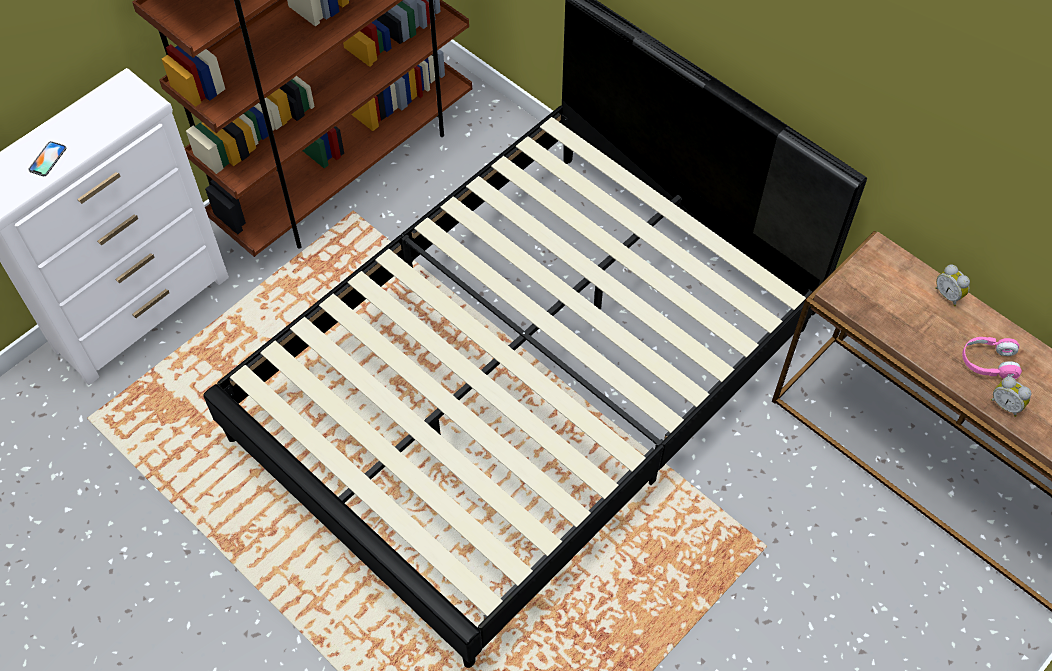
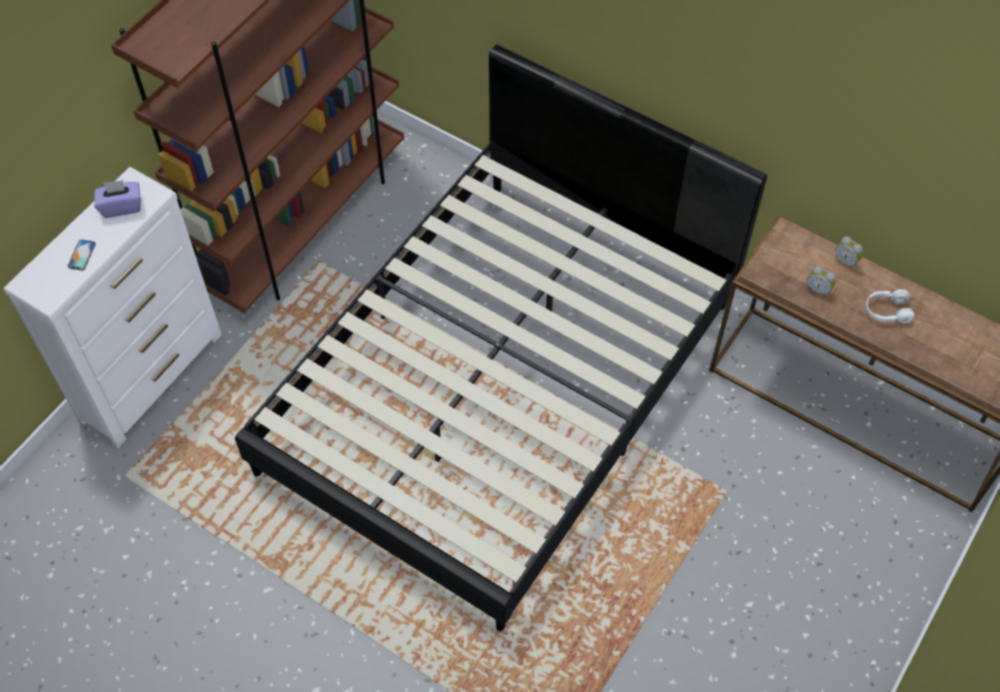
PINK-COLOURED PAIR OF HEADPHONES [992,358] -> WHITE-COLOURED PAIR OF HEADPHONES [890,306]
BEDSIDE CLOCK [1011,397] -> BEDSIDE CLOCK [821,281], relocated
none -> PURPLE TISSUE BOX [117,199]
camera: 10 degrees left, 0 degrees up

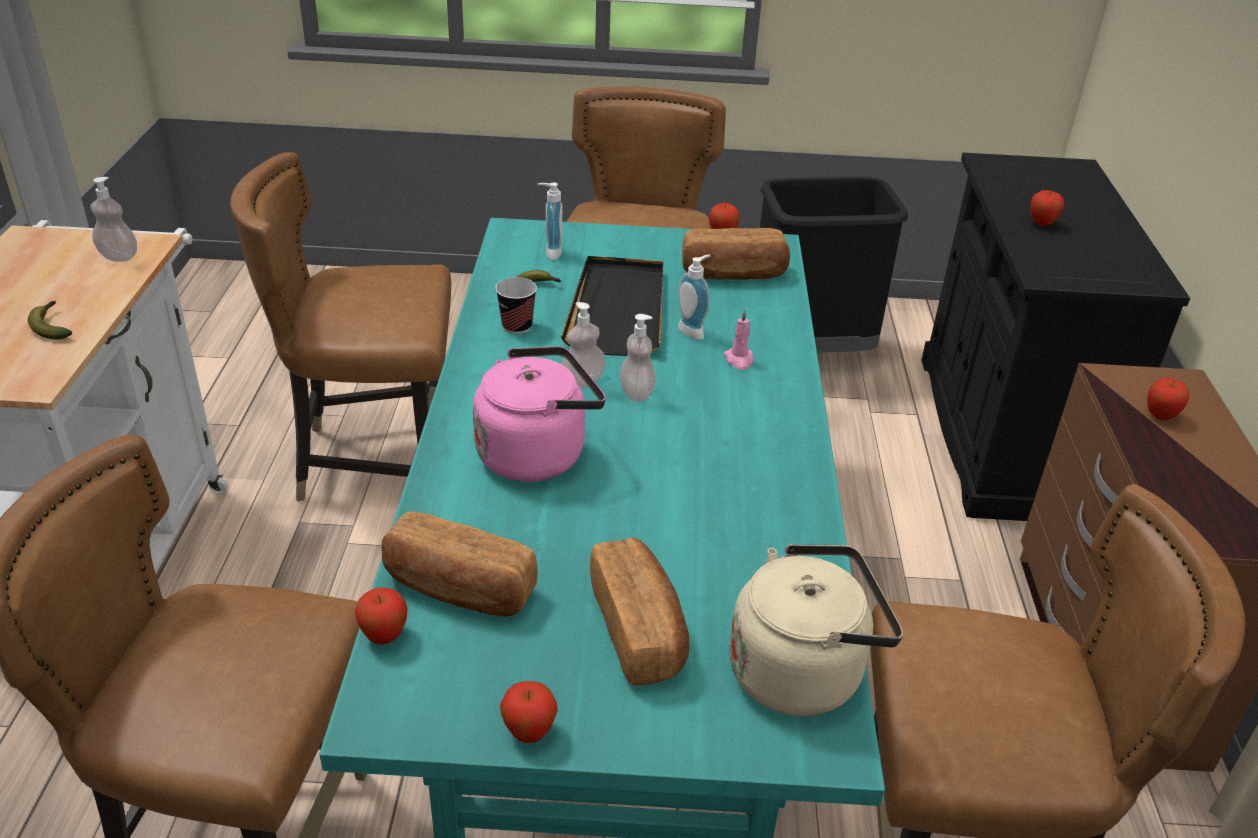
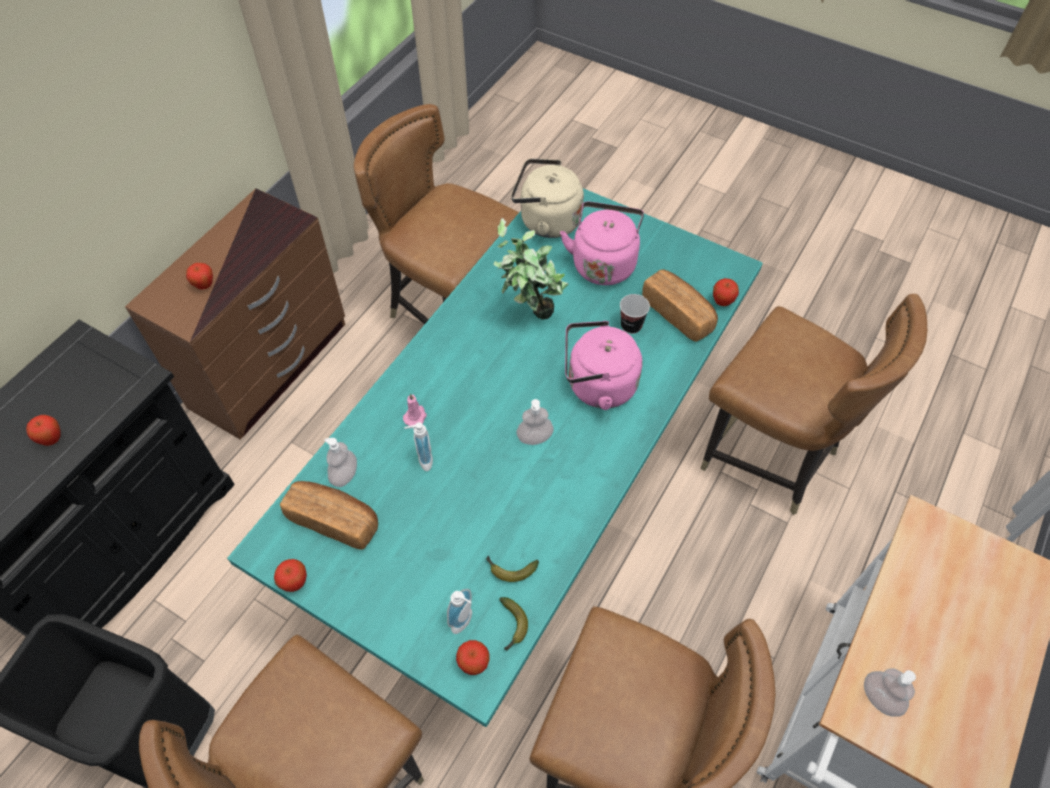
WHOLE BANANA [50,320] -> WHOLE BANANA [514,624], relocated
CUP [516,305] -> CUP [635,314], relocated
WHOLE APPLE [529,712] -> WHOLE APPLE [472,657], relocated
BLACKISH SERVING TRAY [612,306] -> none
BAKERY BREAD [640,611] -> PINK-COLOURED WATER KETTLE [602,243]
SOAP BOTTLE [638,358] -> SOAP BOTTLE [340,462], relocated
none -> POTTED PLANT [531,269]
camera: 150 degrees left, 20 degrees up

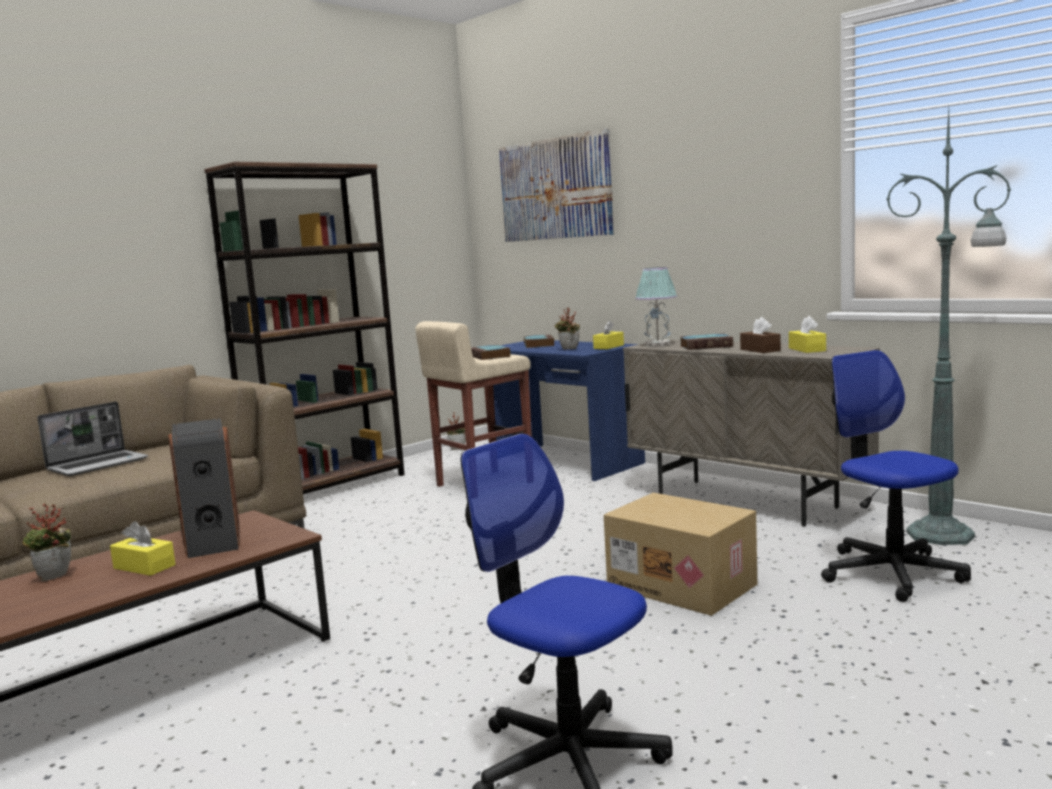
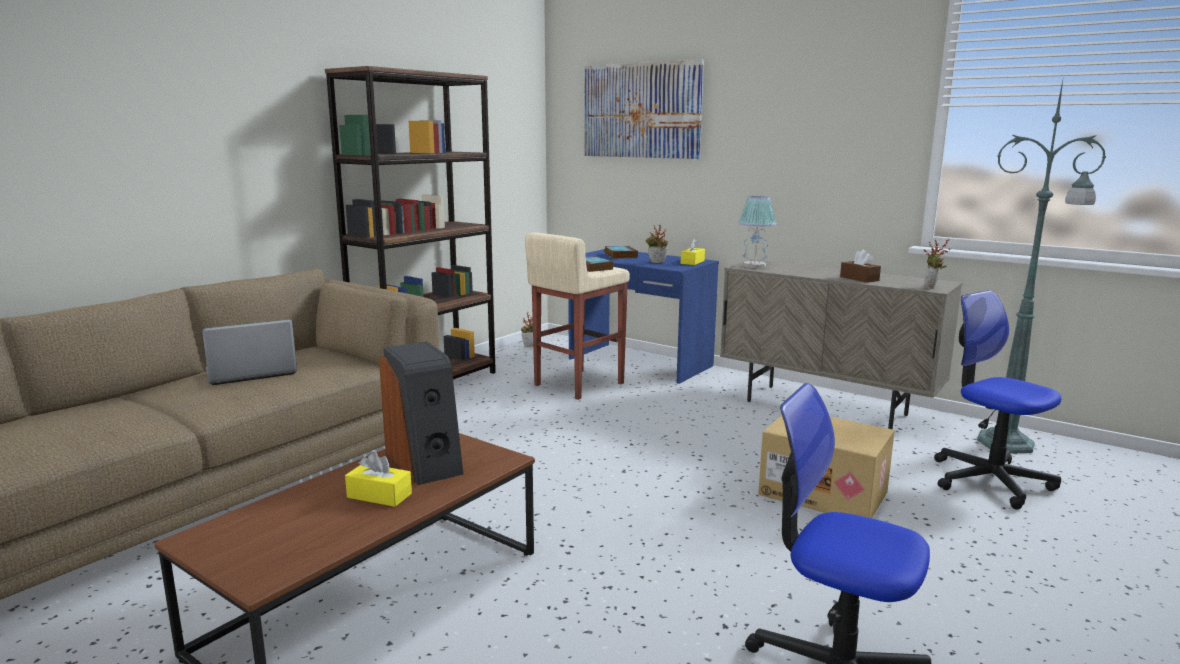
POTTED PLANT [46,542] -> POTTED PLANT [937,264], relocated
LAPTOP [92,439] -> LAPTOP [249,352], 150 degrees counterclockwise
VOLUME [706,341] -> none
YELLOW-COLOURED TISSUE BOX [807,334] -> none
camera: 10 degrees left, 5 degrees up

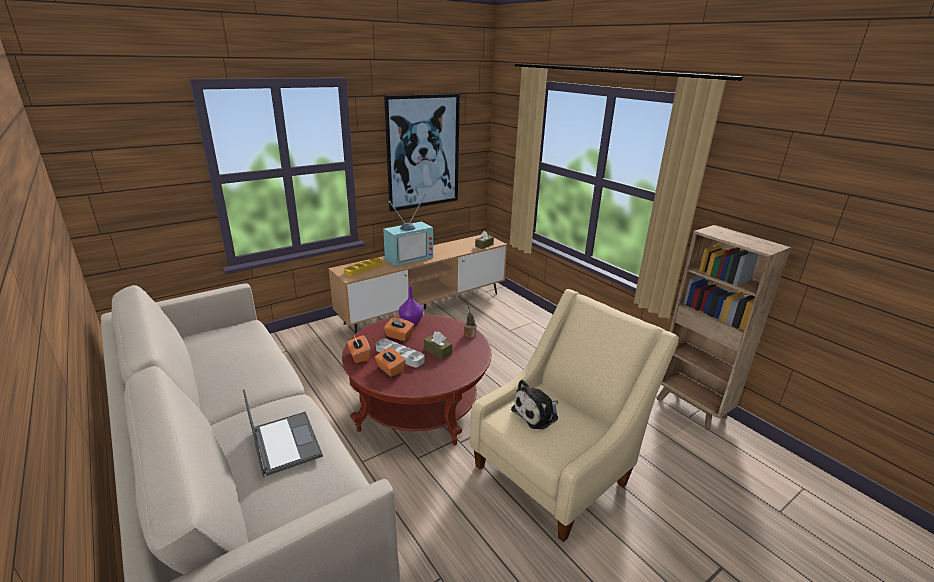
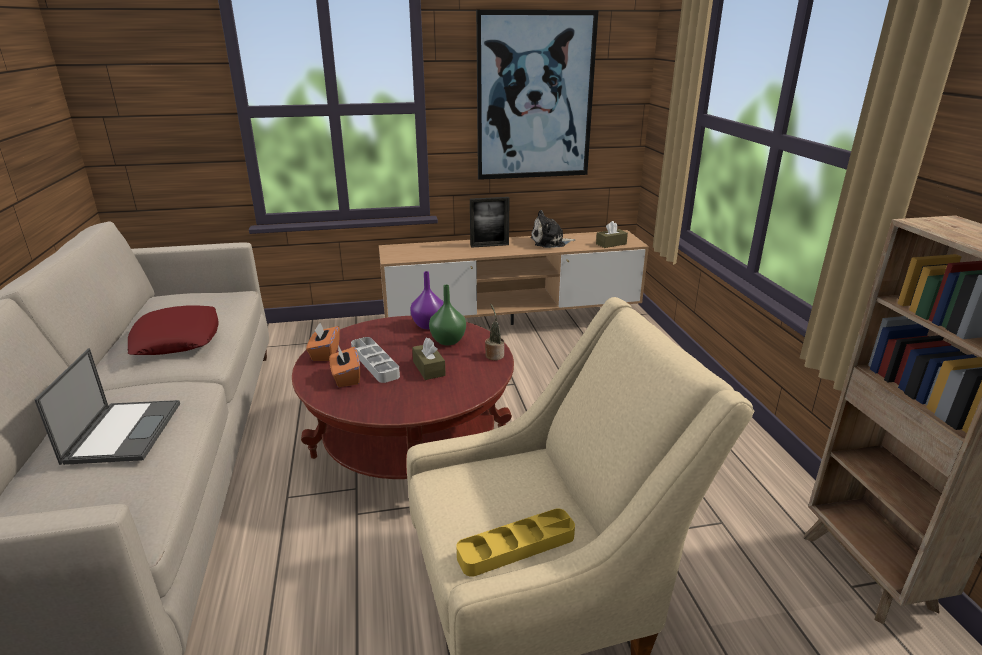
YELLOW-COLOURED SERVING TRAY [363,267] -> YELLOW-COLOURED SERVING TRAY [515,542], relocated
TV [408,230] -> PICTURE FRAME [490,222]
ORANGE TISSUE BOX [399,329] -> none
CUDDLY TOY [534,405] -> CUDDLY TOY [552,229], relocated
none -> RED-COLOURED CUSHION [173,330]
none -> GREEN VASE [447,315]
camera: 25 degrees right, 0 degrees up

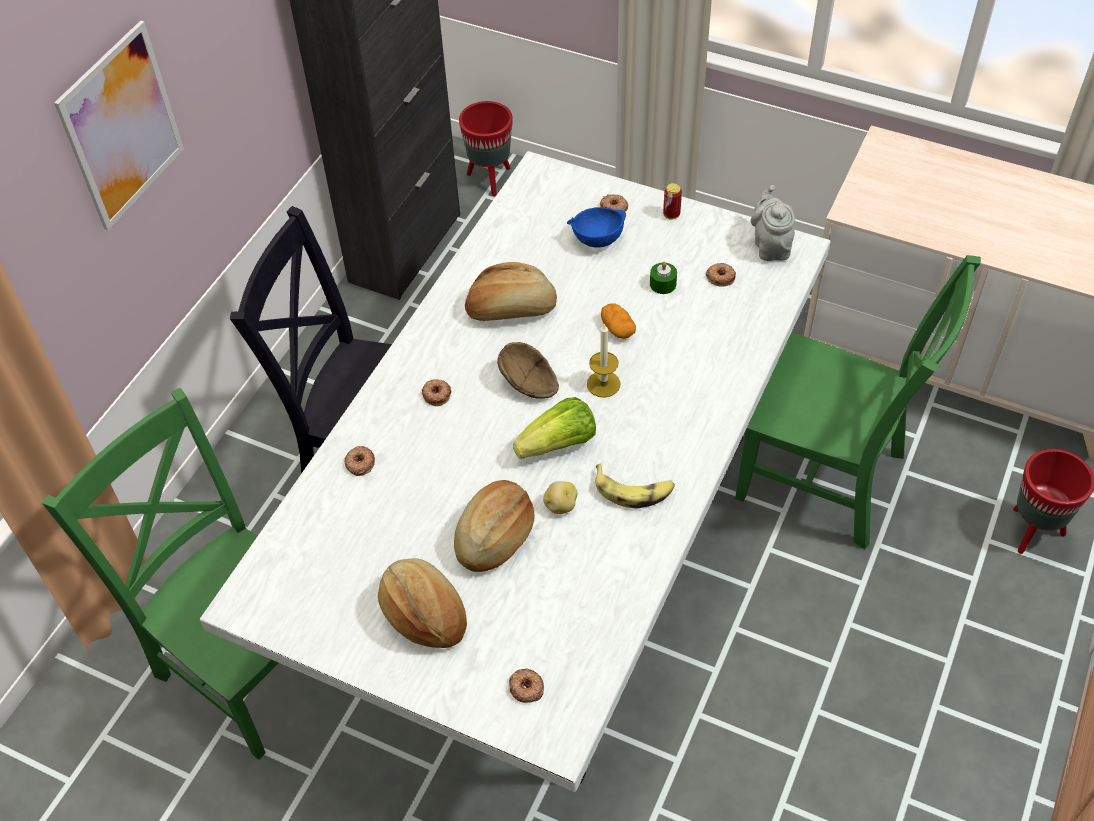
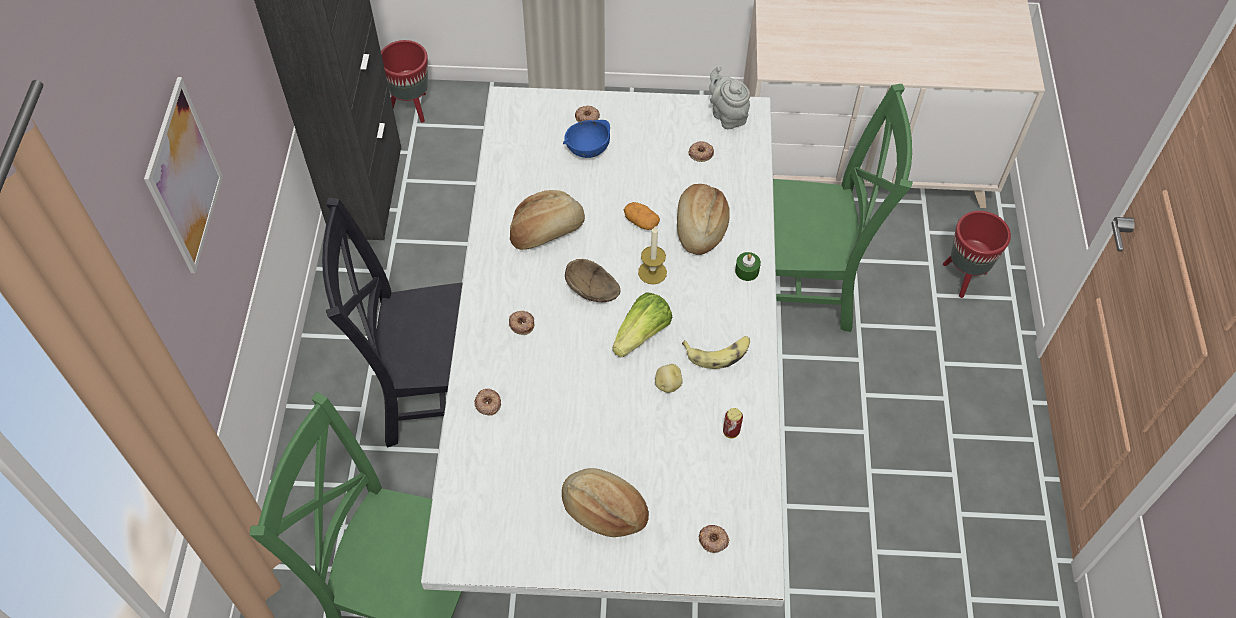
BAKERY BREAD [494,526] -> BAKERY BREAD [703,219], relocated
GREEN WAX CANDLE [663,278] -> GREEN WAX CANDLE [748,266], relocated
METAL CAN [672,201] -> METAL CAN [733,423], relocated
camera: 25 degrees left, 5 degrees up

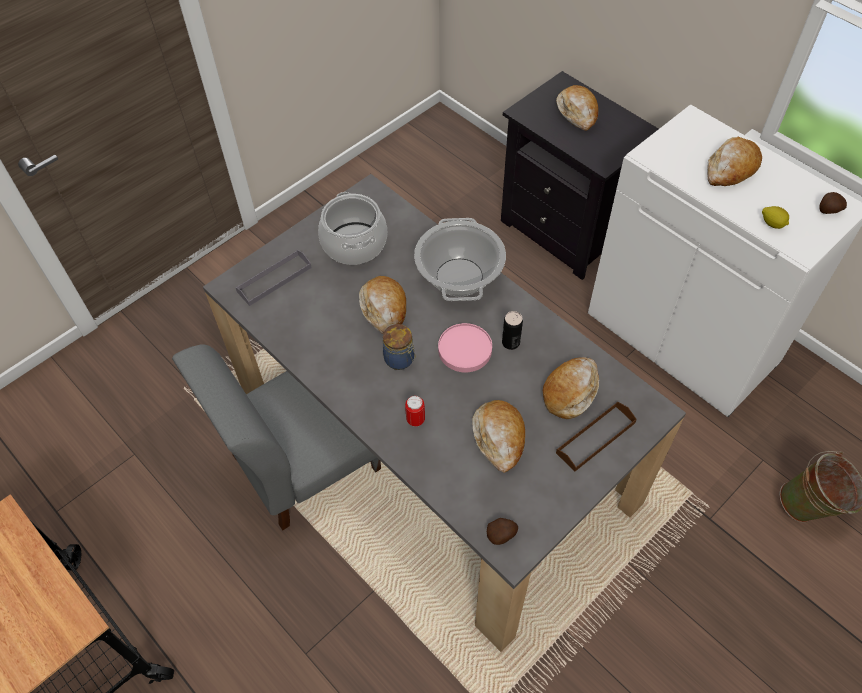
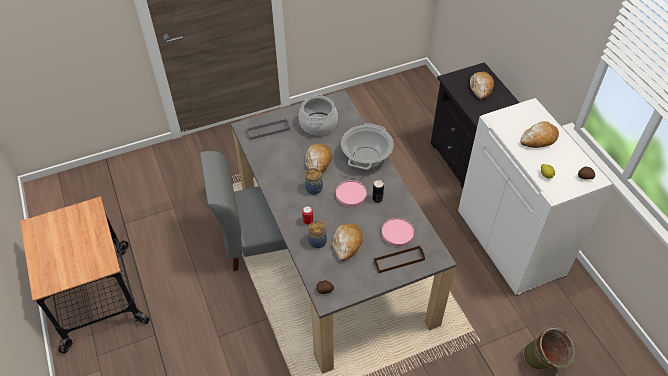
BAKERY BREAD [571,388] -> PINK-COLOURED DINNER PLATE [398,232]
none -> STORAGE JAR [317,234]
camera: 20 degrees right, 5 degrees down

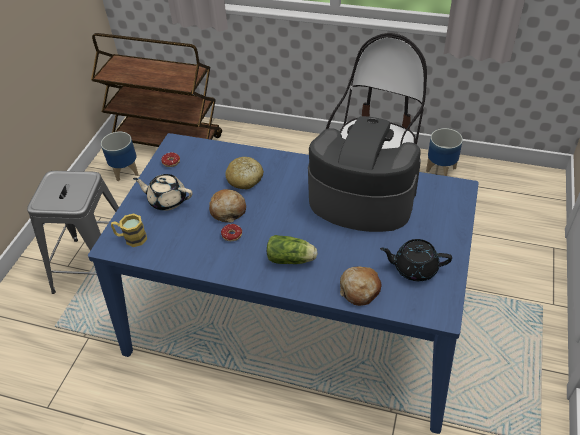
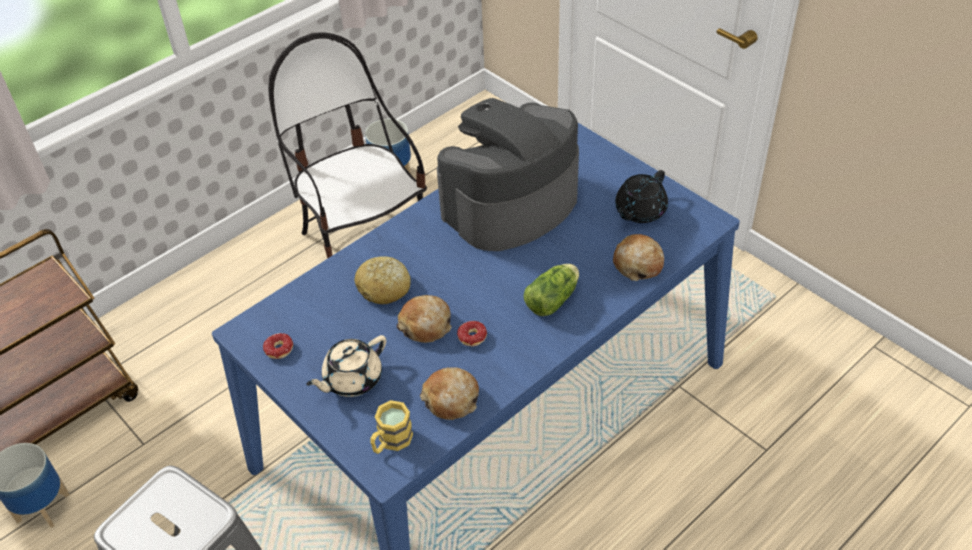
none -> BAKERY BREAD [449,393]
camera: 60 degrees left, 0 degrees up

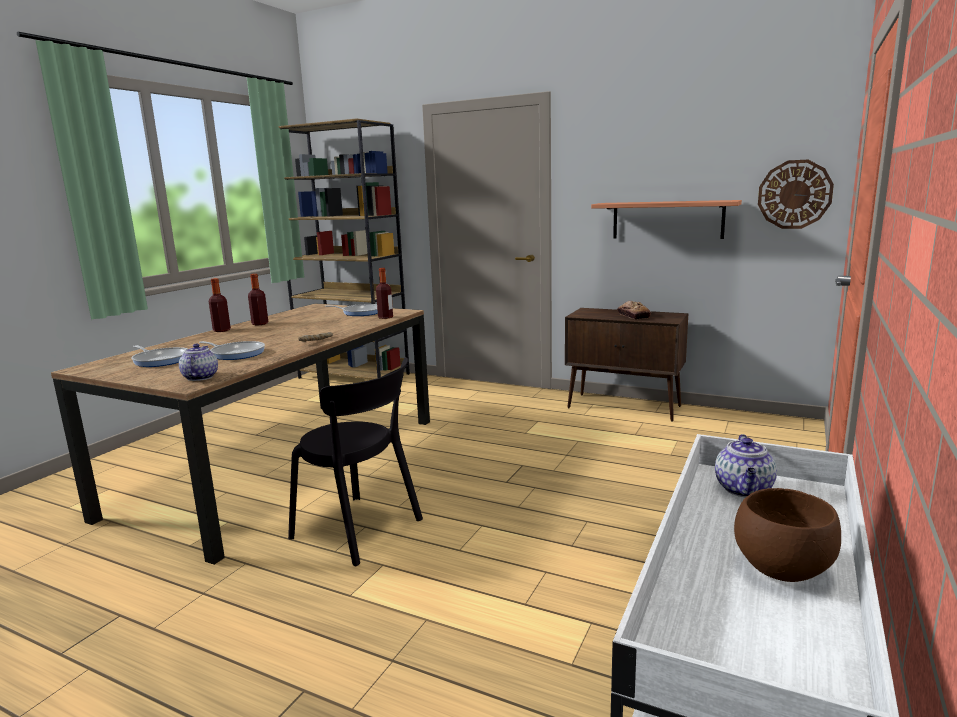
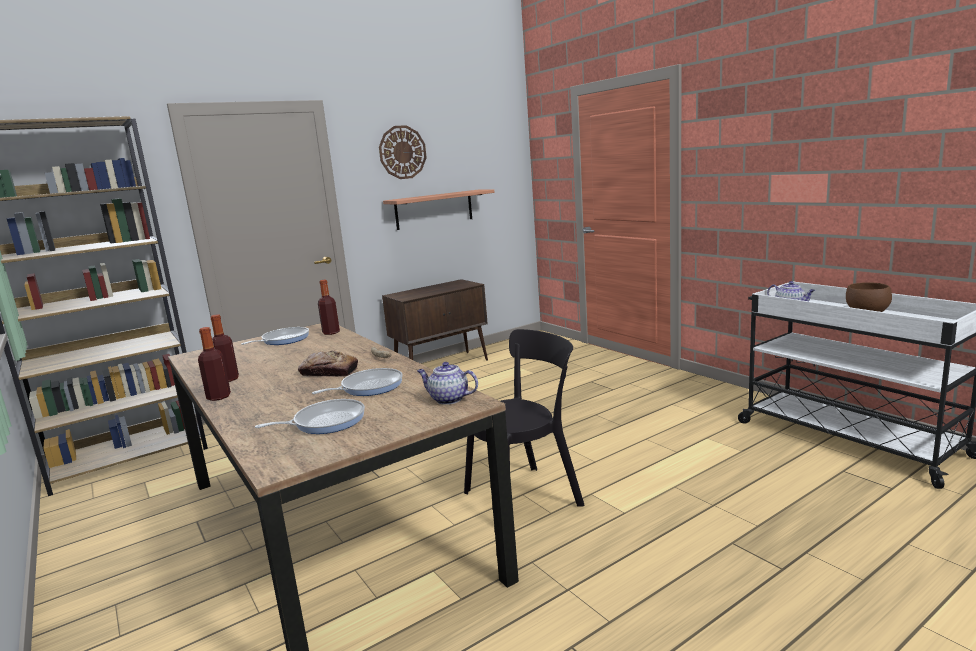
BAKERY BREAD [634,310] -> BAKERY BREAD [328,363], relocated
CLOCK ON THE WALL [796,194] -> CLOCK ON THE WALL [403,152], relocated
camera: 60 degrees left, 0 degrees up

